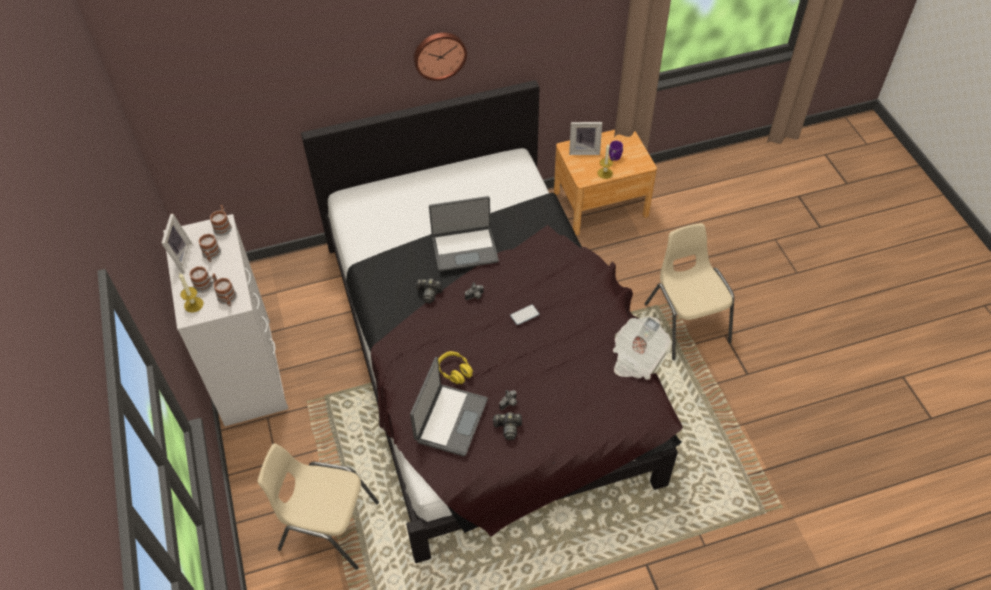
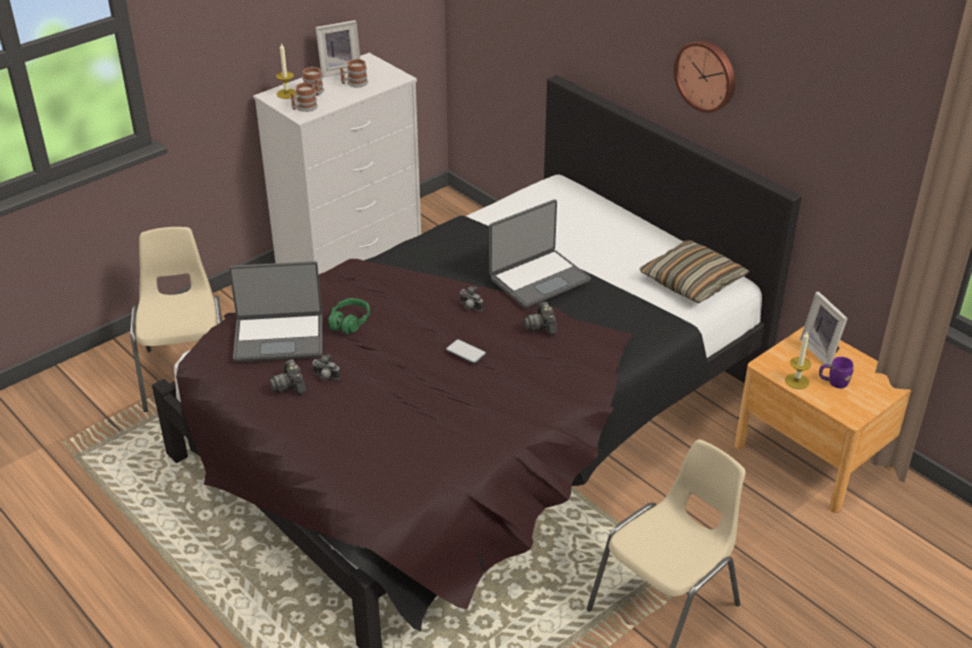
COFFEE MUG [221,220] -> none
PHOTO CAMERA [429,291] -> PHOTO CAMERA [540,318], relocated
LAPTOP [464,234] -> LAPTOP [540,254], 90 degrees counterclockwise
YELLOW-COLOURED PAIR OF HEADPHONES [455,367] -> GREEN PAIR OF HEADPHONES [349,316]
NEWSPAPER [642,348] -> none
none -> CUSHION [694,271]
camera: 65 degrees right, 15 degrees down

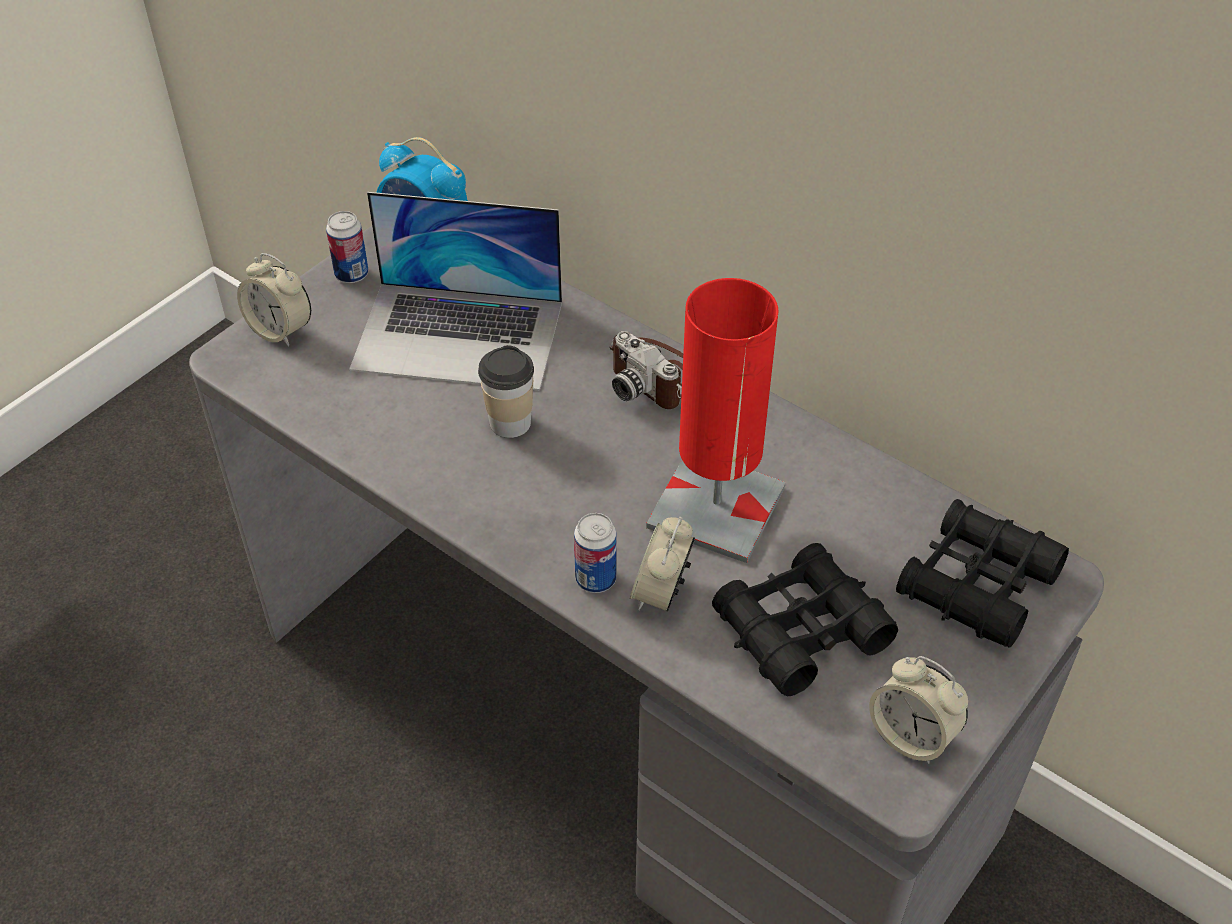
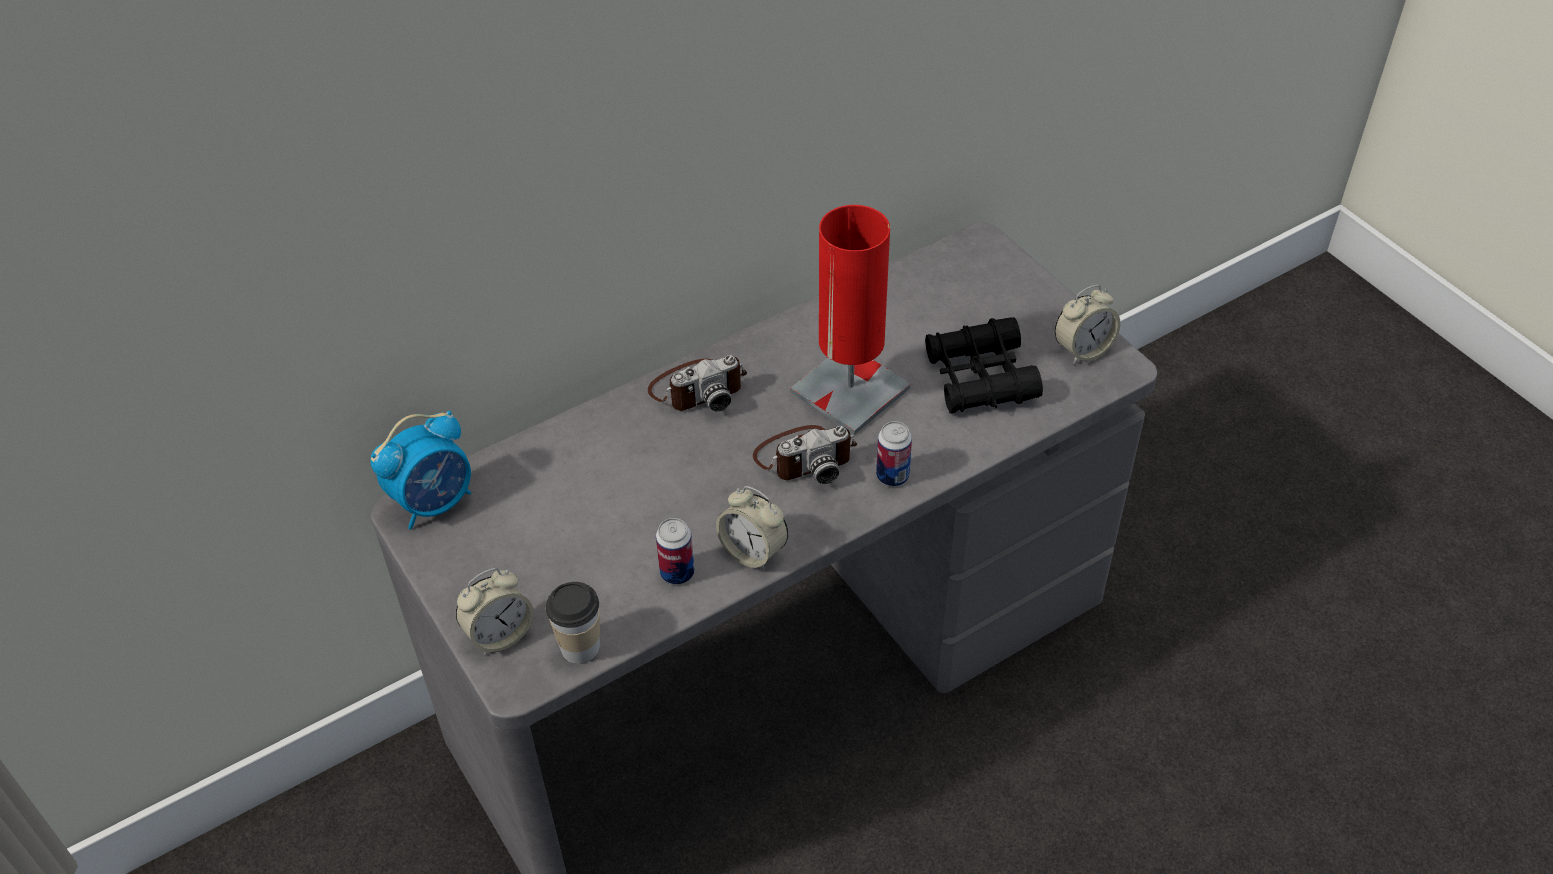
METAL CAN [347,247] -> METAL CAN [675,551], relocated
LAPTOP [455,291] -> none
CUP [506,391] -> CUP [573,623], relocated
BEDSIDE CLOCK [662,564] -> BEDSIDE CLOCK [752,528], relocated
BLACKISH BINOCULARS [982,573] -> none
none -> PHOTO CAMERA [805,454]
camera: 70 degrees left, 0 degrees up

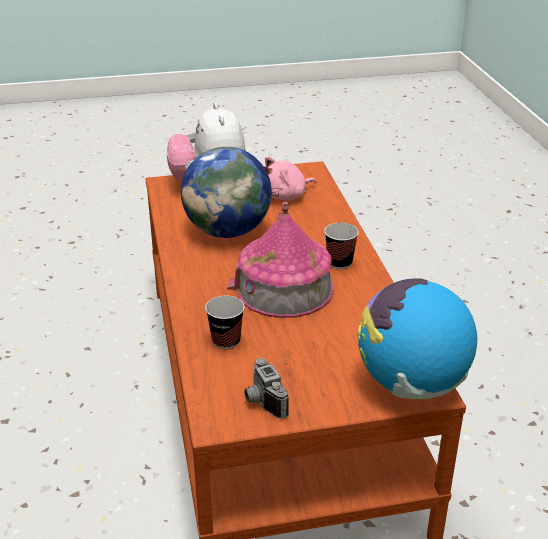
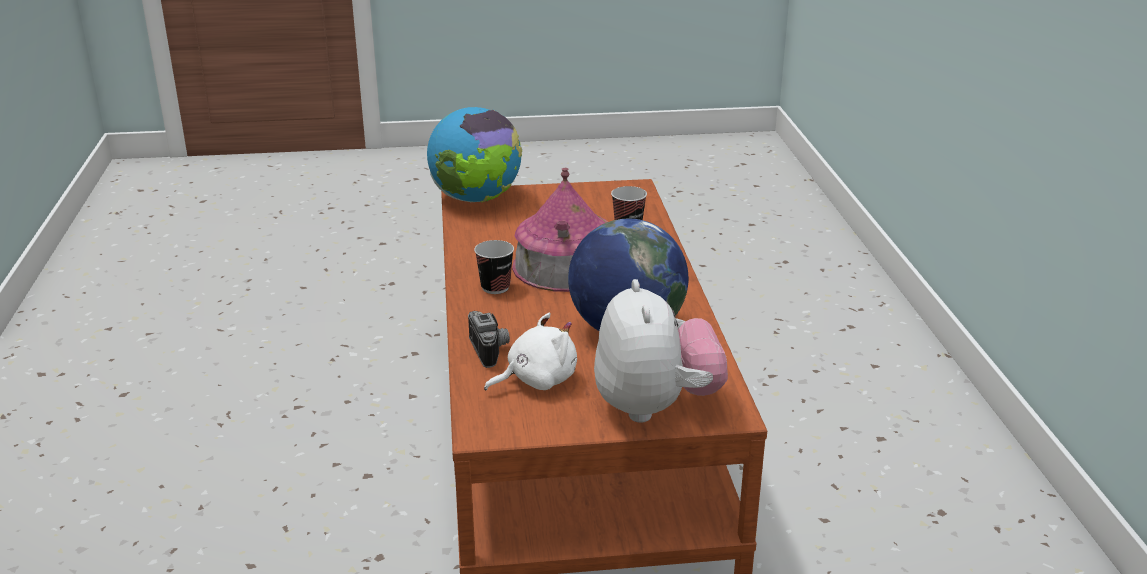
PHOTO CAMERA [266,388] -> PHOTO CAMERA [489,339], relocated
PINK-COLOURED CUDDLY TOY [290,178] -> WHITE-COLOURED CUDDLY TOY [530,351]
camera: 175 degrees left, 5 degrees down

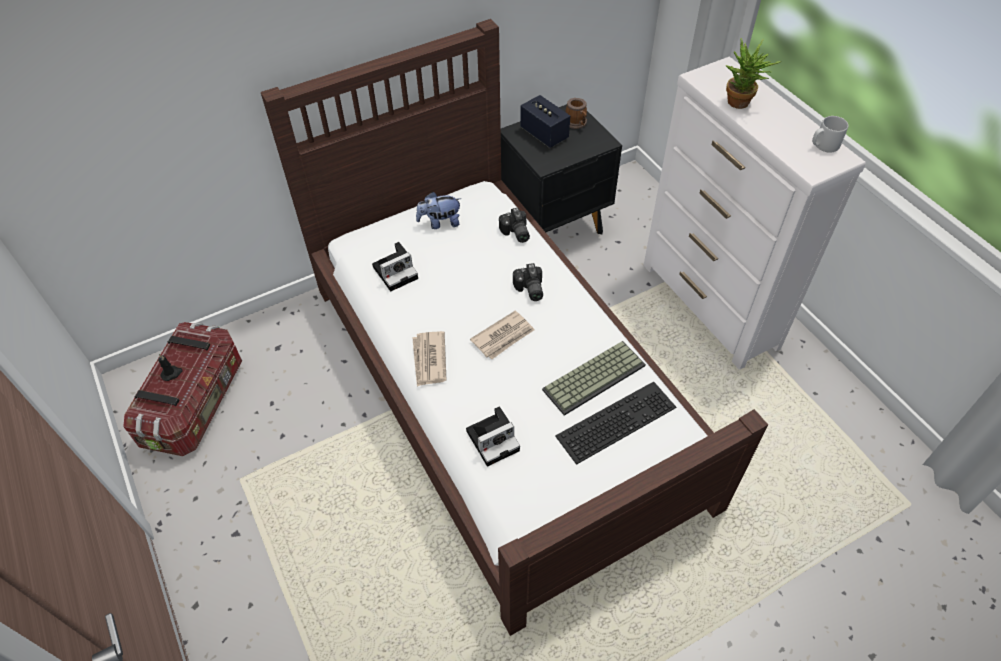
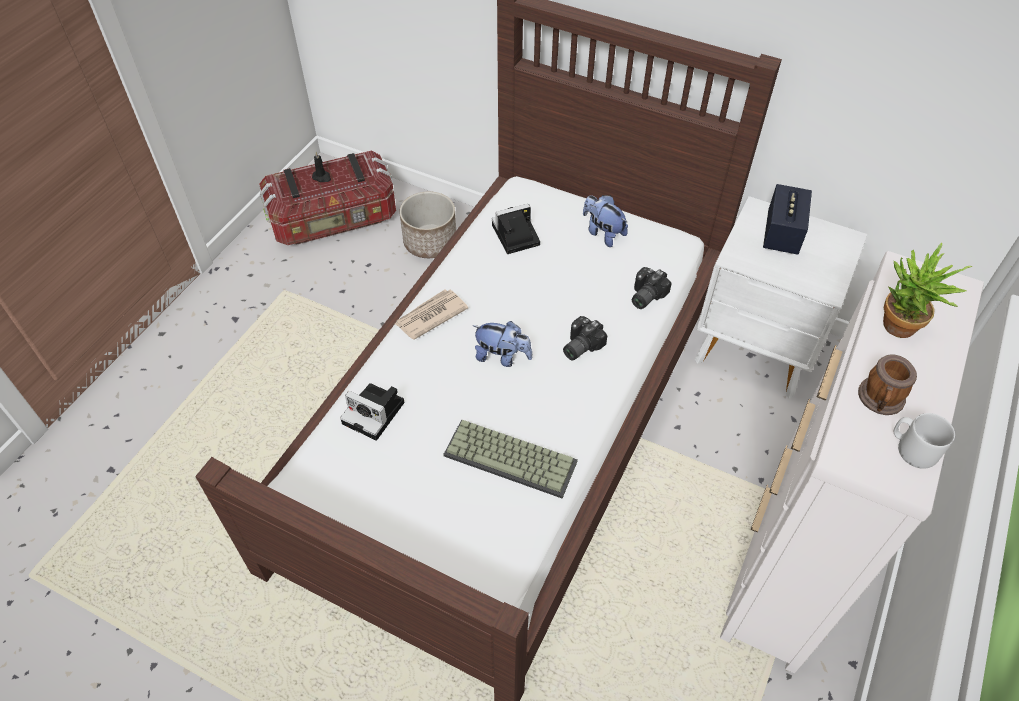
PHOTO CAMERA [395,266] -> PHOTO CAMERA [516,229], 135 degrees clockwise
NEWSPAPER [502,335] -> CUDDLY TOY [502,344]
BLACKISH NIGHT TABLE [561,169] -> WHITE-COLOURED NIGHT TABLE [781,297]
PC KEYBOARD [615,423] -> none
COFFEE MUG [576,113] -> COFFEE MUG [887,385], relocated
none -> PLANTER [427,224]
camera: 55 degrees right, 0 degrees up

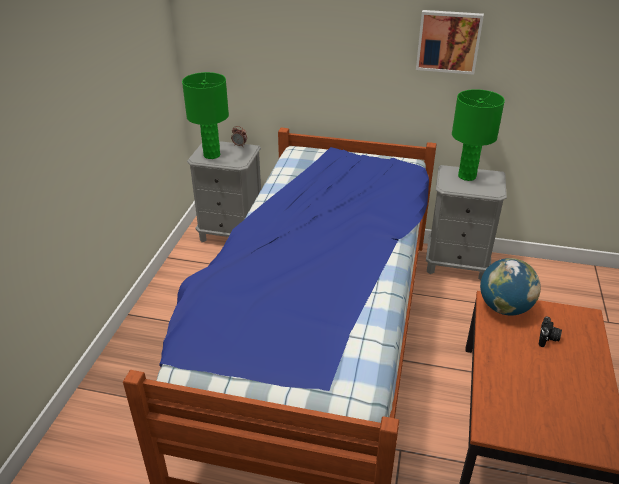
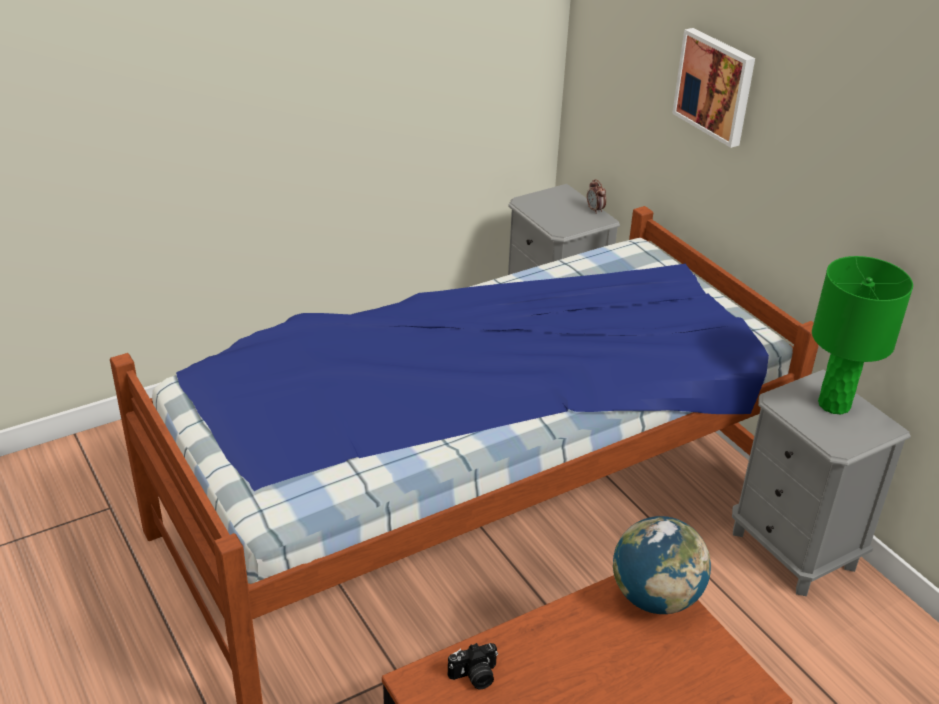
GREEN TABLETOP LAMP [205,115] -> none
WALL PICTURE [450,42] -> WALL PICTURE [713,88], relocated
PHOTO CAMERA [550,331] -> PHOTO CAMERA [473,666], relocated
camera: 45 degrees right, 0 degrees up

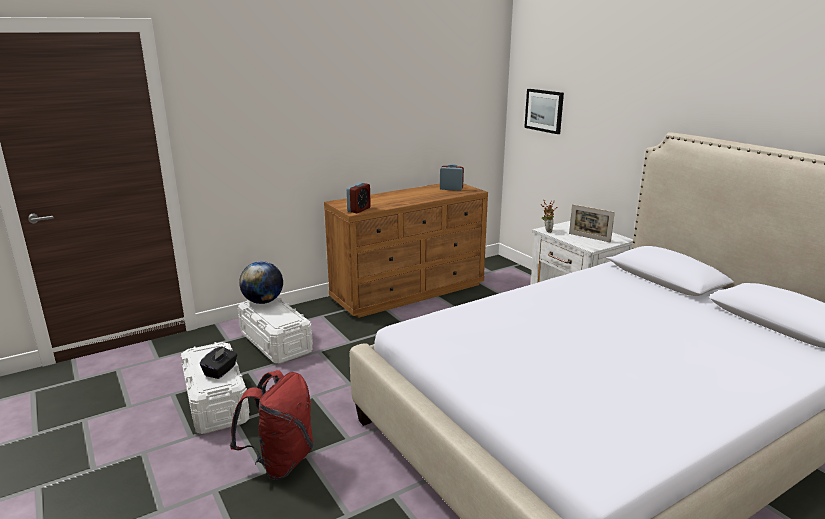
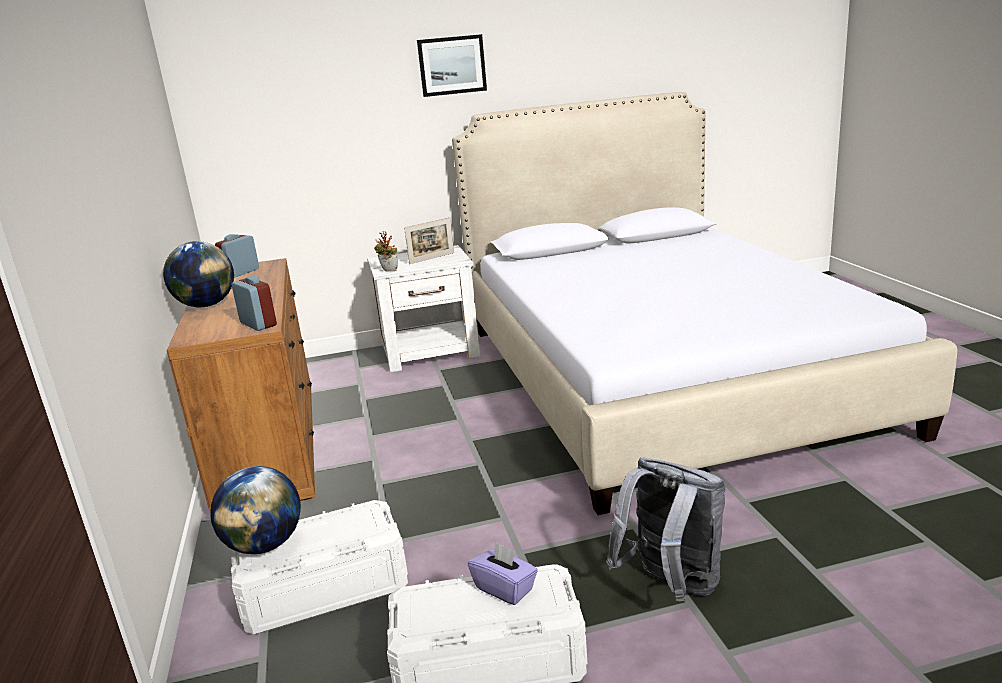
BLACKISH TISSUE BOX [218,362] -> PURPLE TISSUE BOX [503,573]
RED-COLOURED BACKPACK [272,425] -> GRAY BACKPACK [666,529]
WALL PICTURE [544,111] -> WALL PICTURE [452,65], relocated
none -> DESK GLOBE [198,274]
camera: 70 degrees left, 0 degrees up

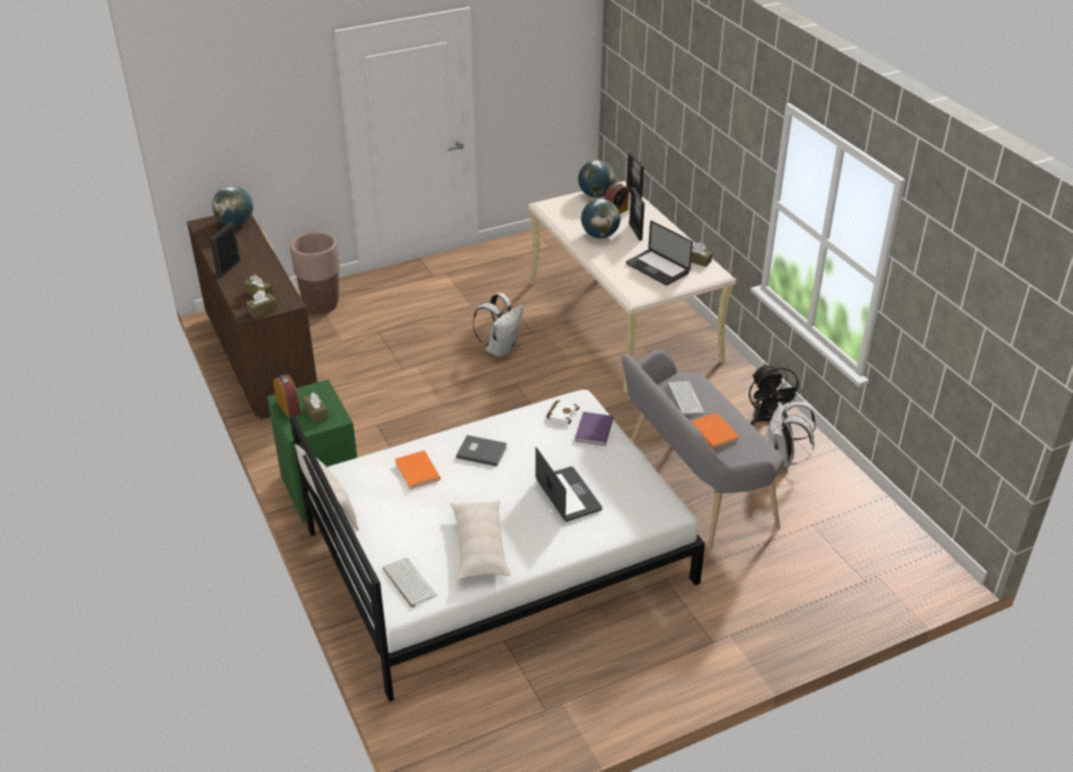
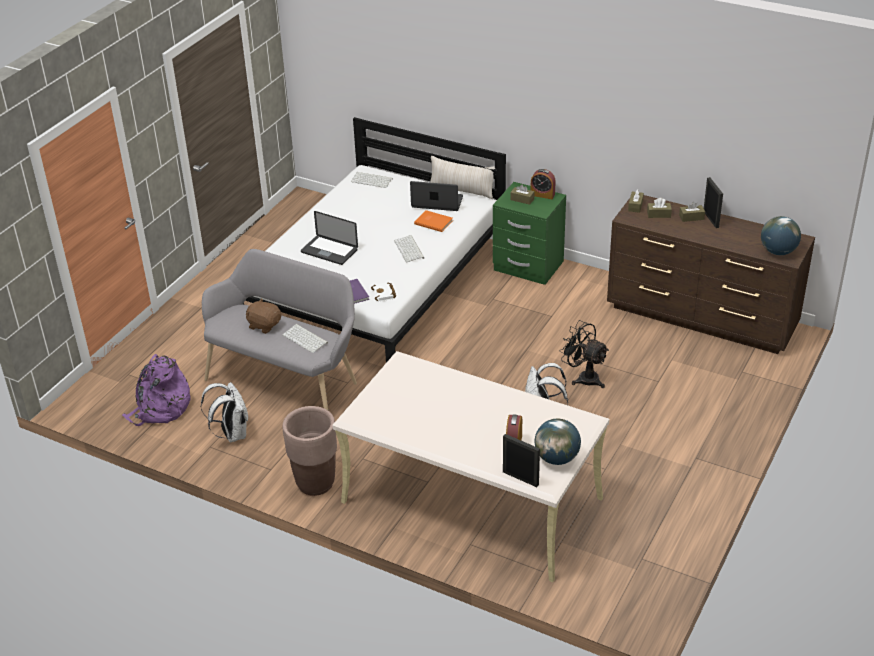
BROWNISH PLANTER [315,272] -> BROWNISH PLANTER [310,451], relocated
SAND-COLOURED CUSHION [480,540] -> none
GRAY VOLUME [481,450] -> PC KEYBOARD [409,249]
DESK GLOBE [600,218] -> none
LAPTOP [659,253] -> LAPTOP [436,196], relocated
PICTURE FRAME [637,214] -> none
BROWNISH TISSUE BOX [702,254] -> BROWNISH TISSUE BOX [692,212], relocated
ORANGE VOLUME [715,431] -> BROWNISH CUDDLY TOY [263,316]
BLACKISH COOLING FAN [775,394] -> BLACKISH COOLING FAN [584,354], relocated
none -> PURPLE BACKPACK [156,390]
camera: 145 degrees right, 0 degrees up

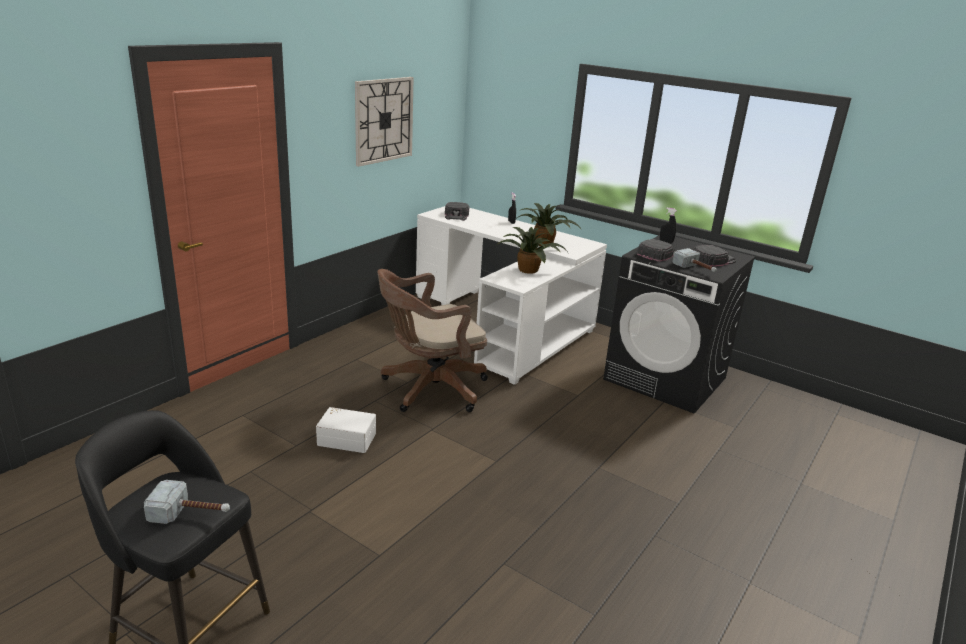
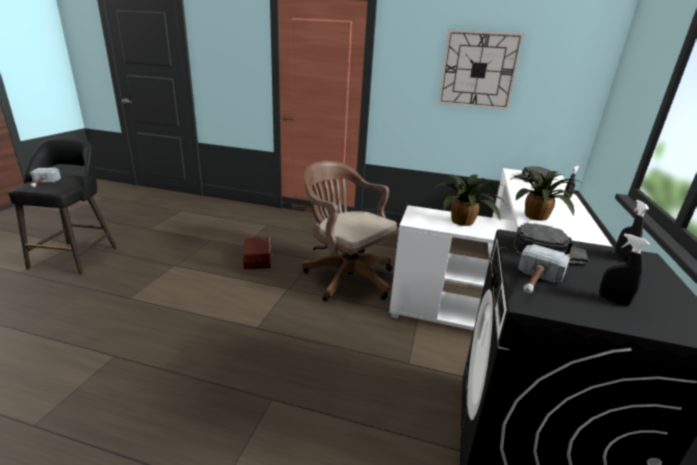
WHITE-COLOURED STORAGE CONTAINER [346,430] -> BROWNISH STORAGE CONTAINER [258,253]
BLACKISH BASEBALL CAP [714,256] -> BLACKISH HAND SPRAYER [624,269]
camera: 70 degrees right, 0 degrees up

